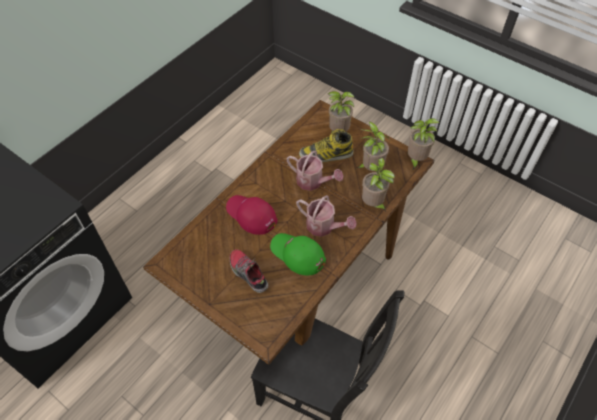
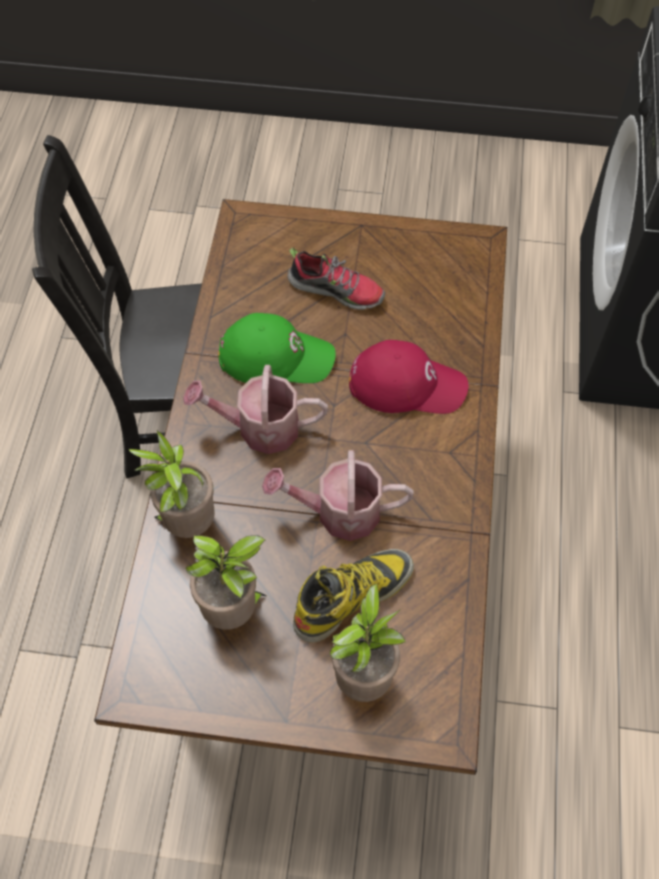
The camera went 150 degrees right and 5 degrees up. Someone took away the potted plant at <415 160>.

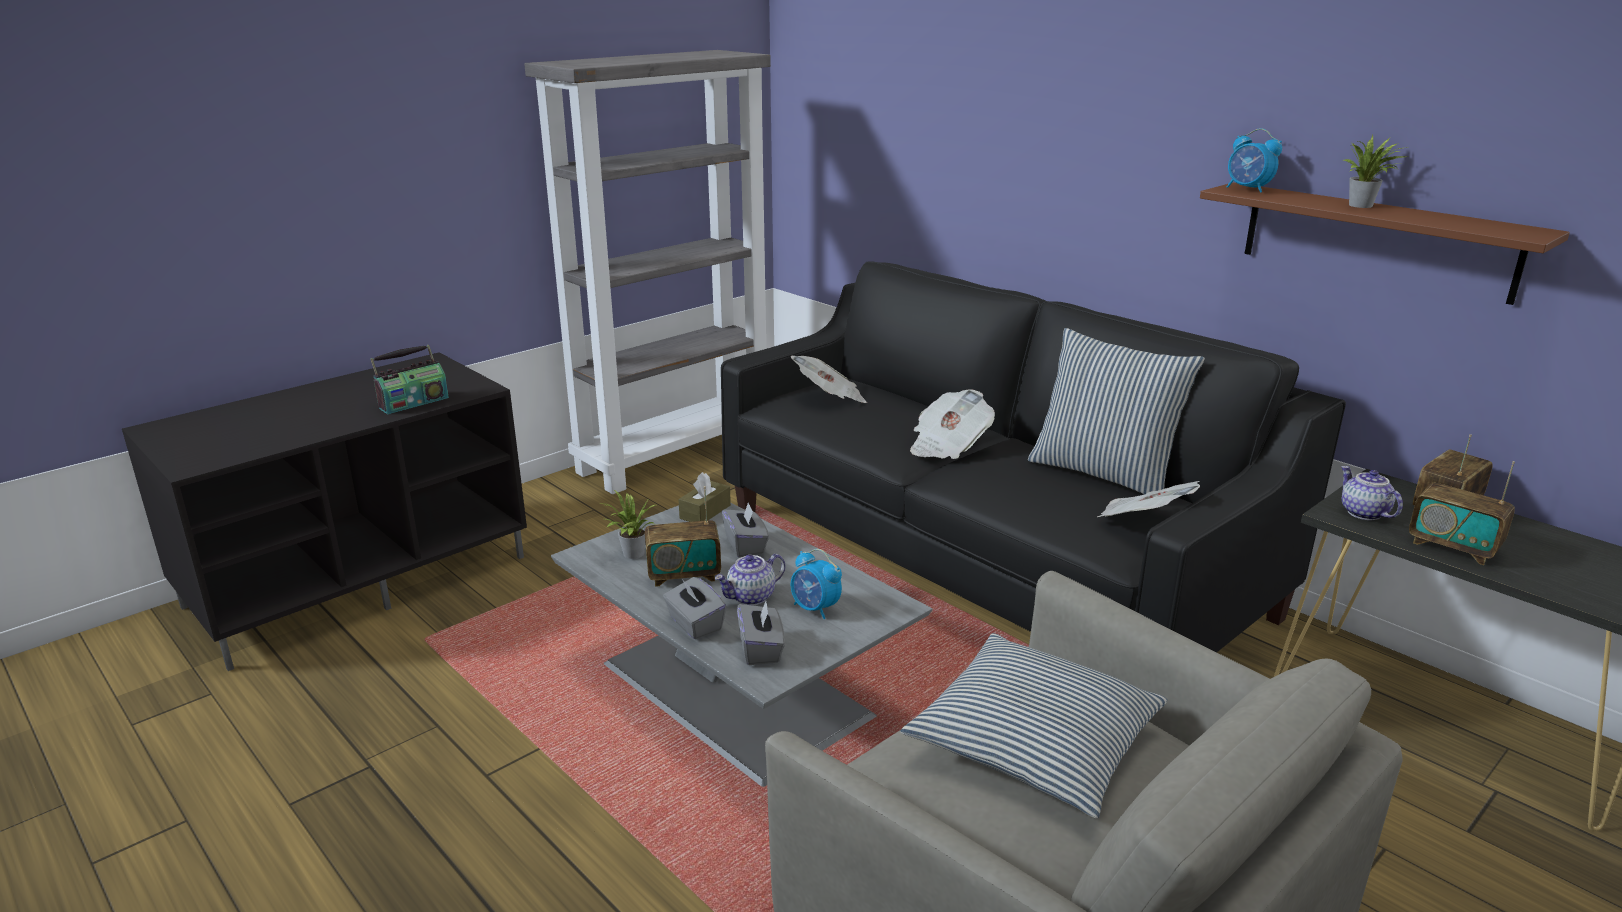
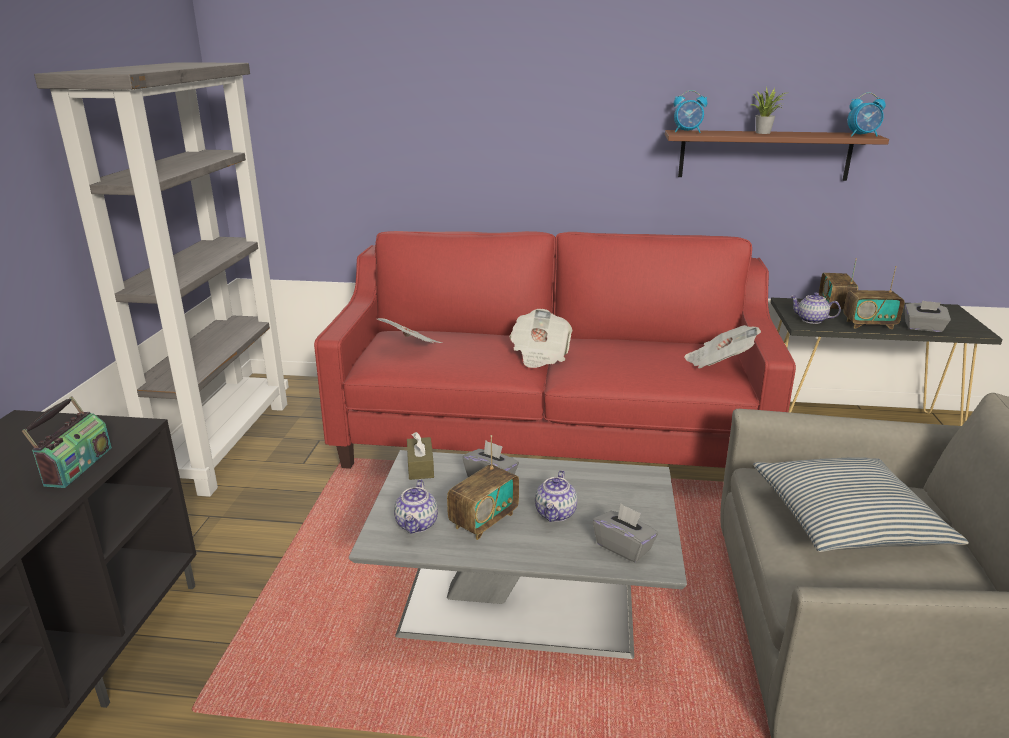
The camera went 40 degrees left and 0 degrees up. Someone repainted the black sofa at <984 560>, which became the red sofa at <549 435>. Someone swapped the potted plant at <631 554> for the teapot at <417 524>. Someone carried the alarm clock from <815 609> to <862 135>. Someone carried the grey tissue box from <694 624> to <923 328>. Someone took away the pillow at <1104 473>.

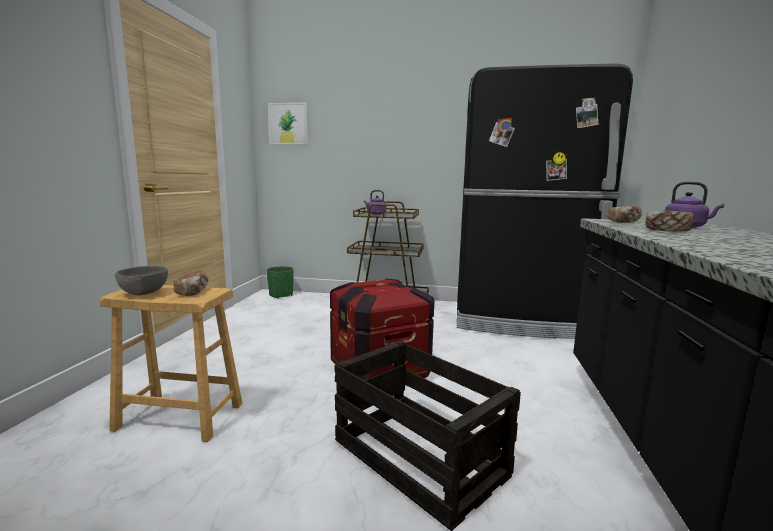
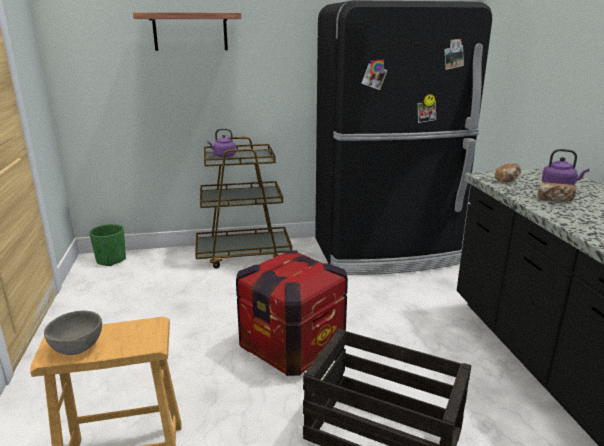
The camera went 20 degrees left and 10 degrees up. Someone put up the shelf at <190 32>. Someone took away the bread at <193 292>. Someone took away the picture at <288 124>.

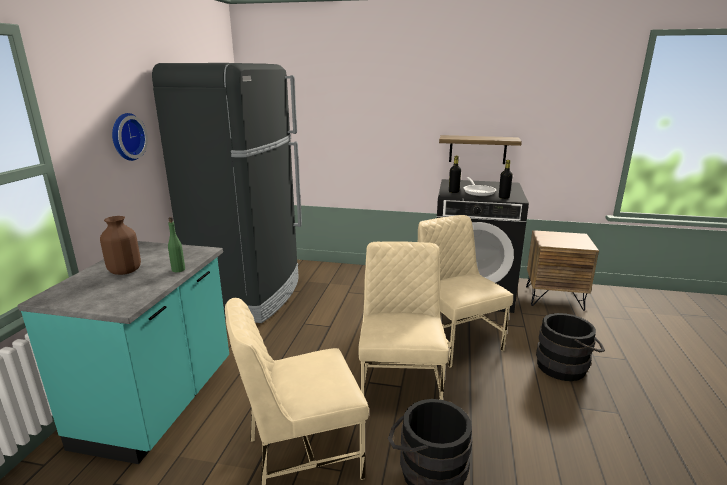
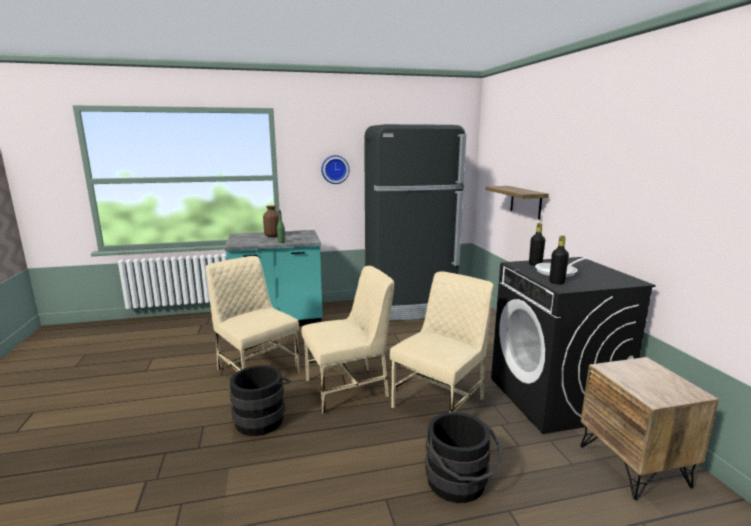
The camera went 65 degrees right and 5 degrees down. Someone carried the shelf from <477 149> to <525 202>.

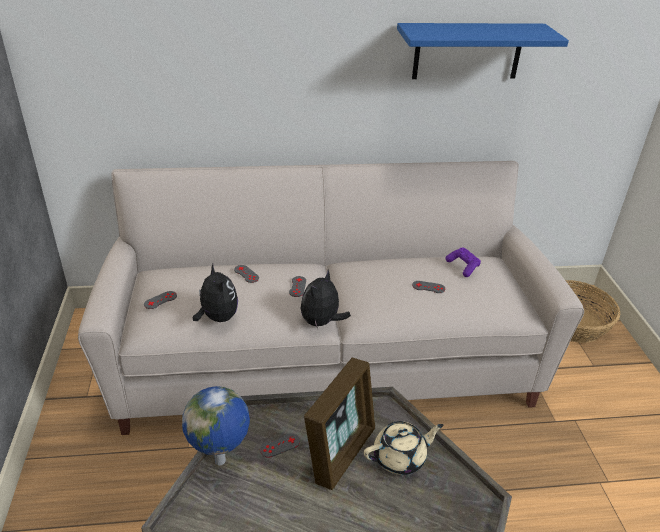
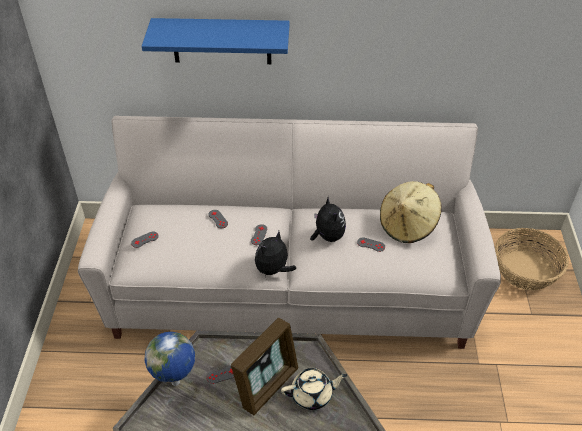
The camera went 10 degrees right and 10 degrees up. Someone carried the blue shelf from <467 51> to <221 41>. Someone carried the plush toy from <217 317> to <327 236>. Someone swapped the purple game controller at <463 267> for the beige hat at <408 225>.

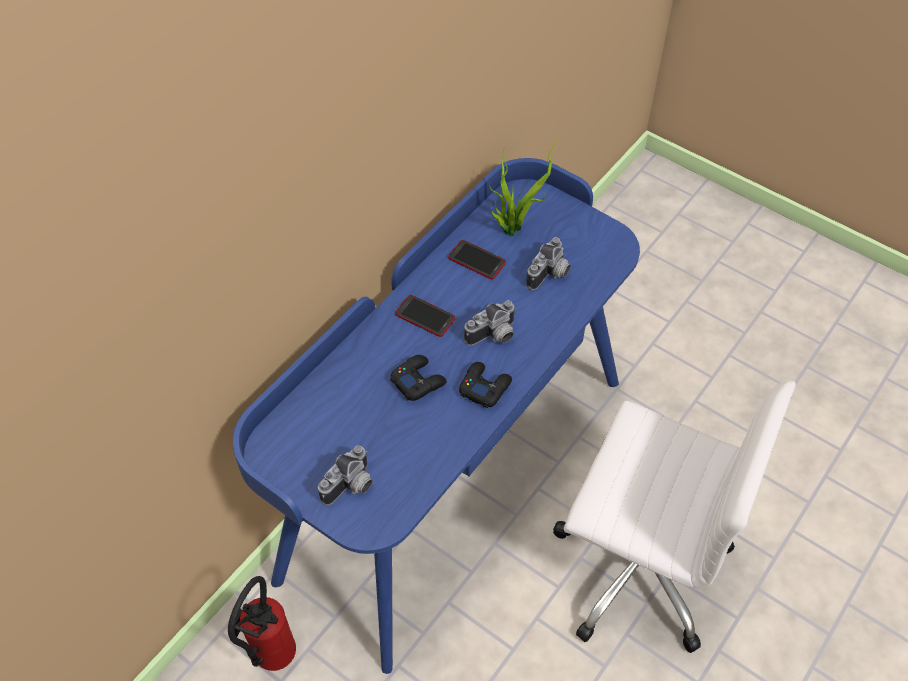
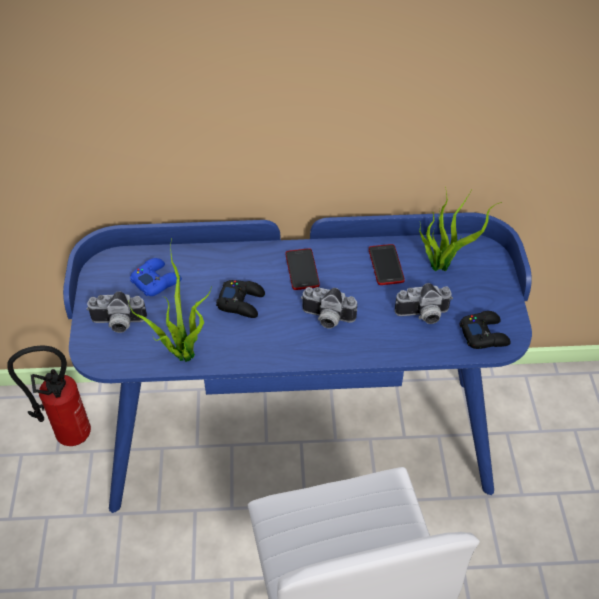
The camera went 50 degrees right and 5 degrees down. Someone put down the potted plant at <181 352>. Someone put down the blue game controller at <156 281>. Someone carried the black game controller from <484 387> to <484 334>.

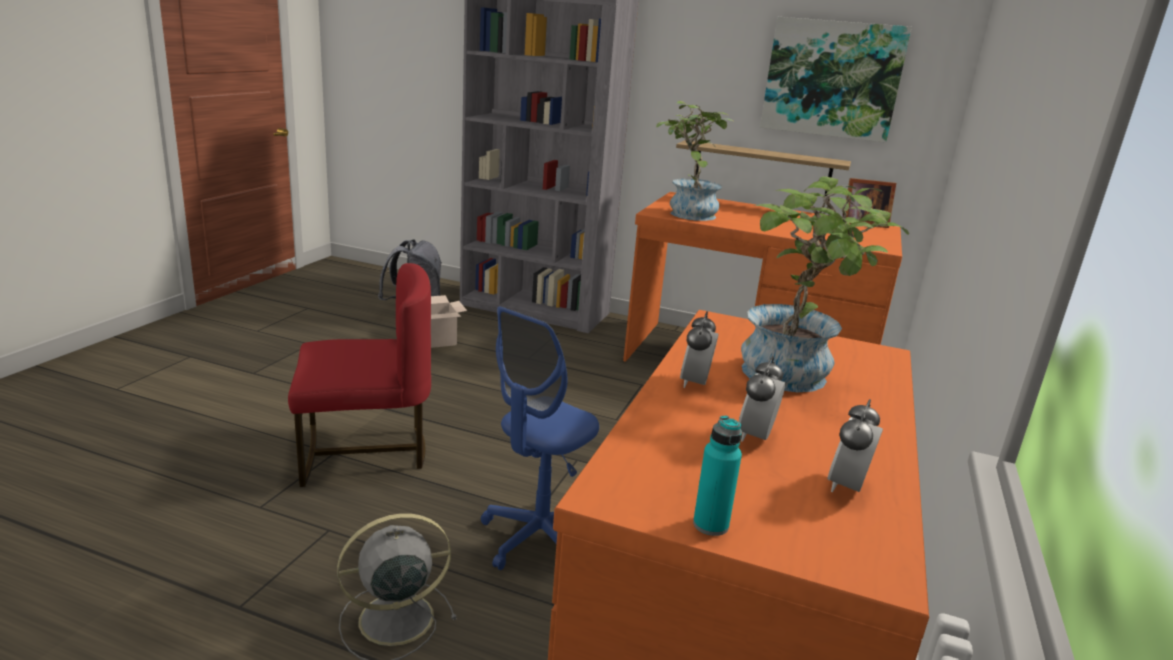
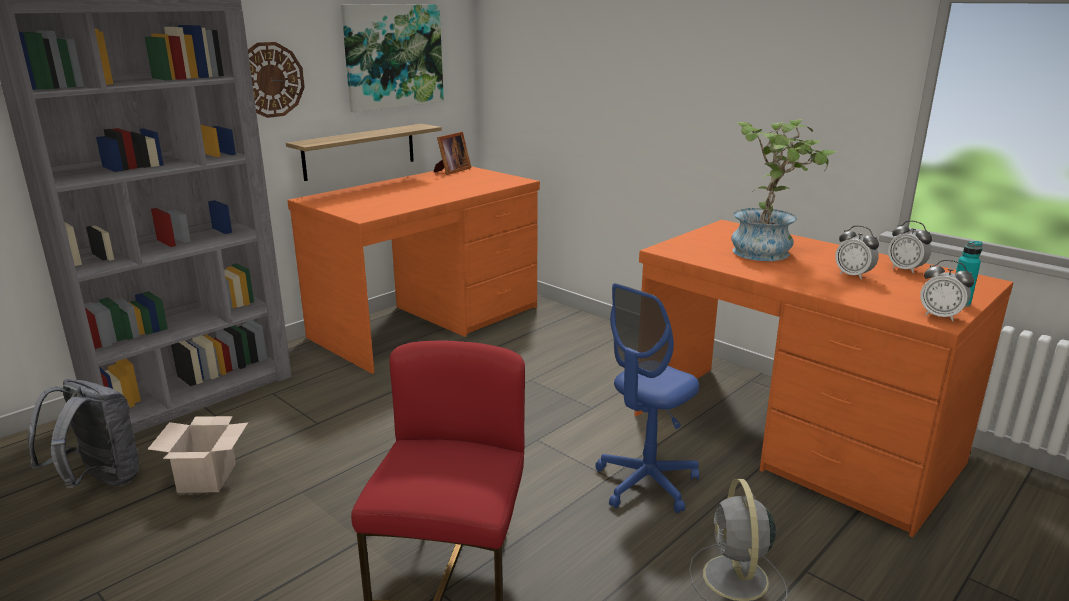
The camera went 65 degrees left and 0 degrees up. Someone put up the wall clock at <270 80>. Someone rotated the blue office chair at <538 538> by 75 degrees clockwise. Someone carried the alarm clock from <695 383> to <940 316>. Someone took away the potted plant at <686 213>.

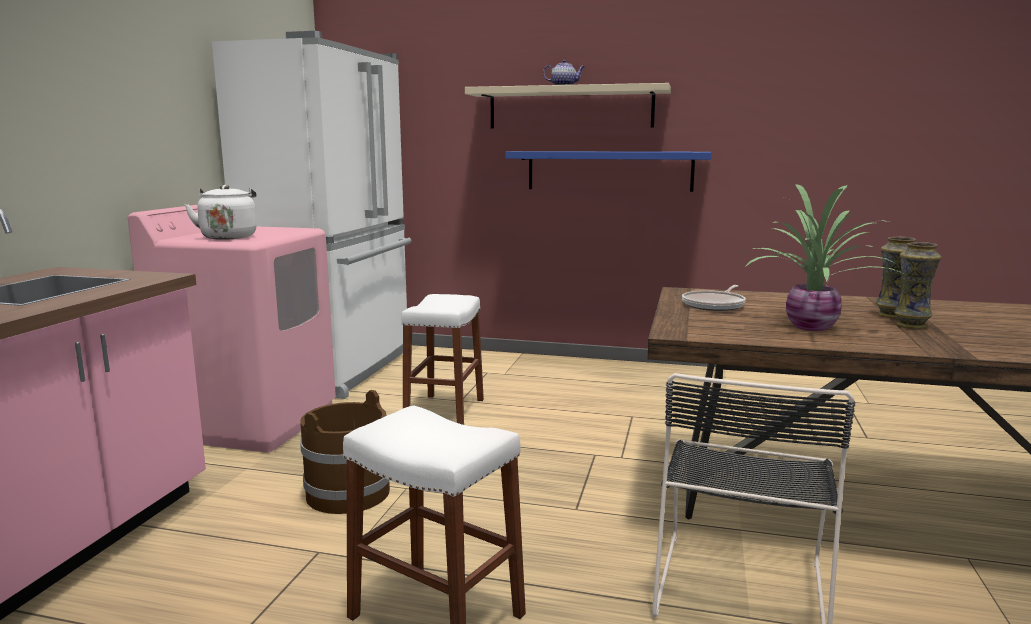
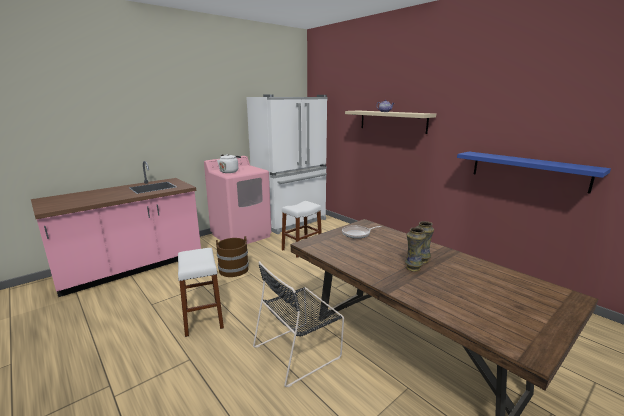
The camera went 35 degrees right and 5 degrees up. Someone carried the blue shelf from <609 170> to <528 170>. Someone took away the potted plant at <813 326>.

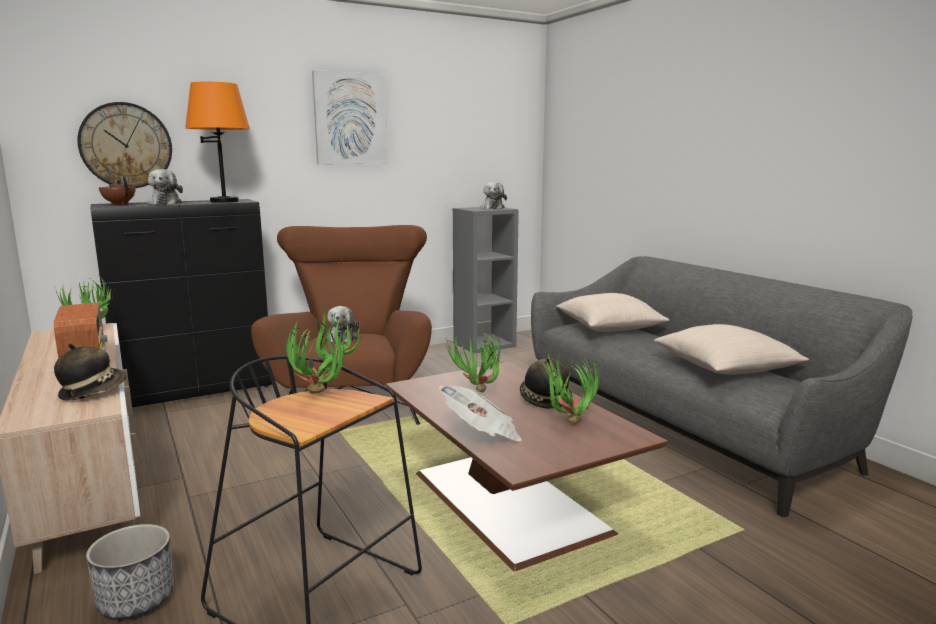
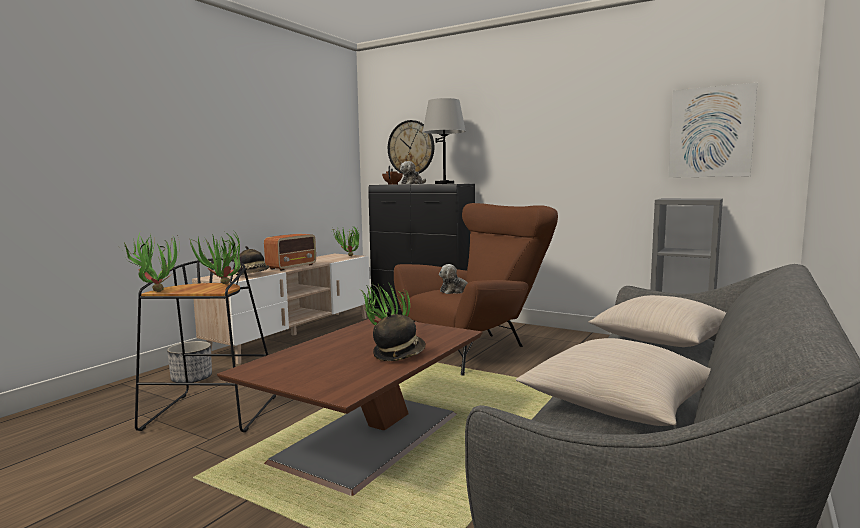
The camera went 60 degrees right and 5 degrees down. Someone carried the potted plant from <566 424> to <155 290>. Someone repainted the orange table lamp at <224 201>, which became the grey table lamp at <444 183>. Someone carried the picture from <350 119> to <711 132>. Someone took away the newspaper at <481 433>. Someone took away the plush toy at <492 208>.

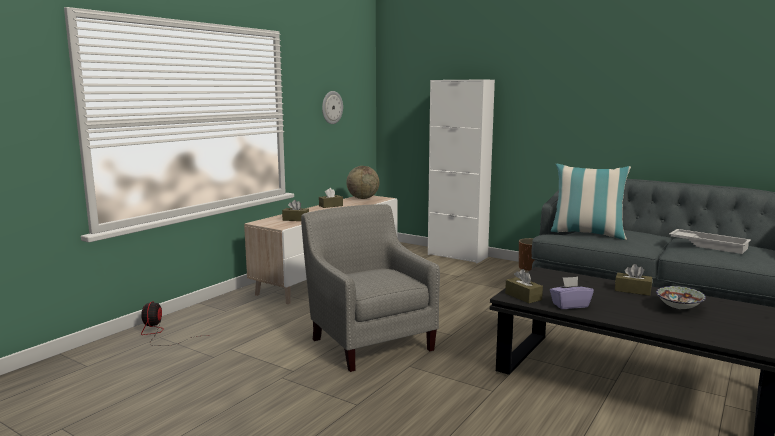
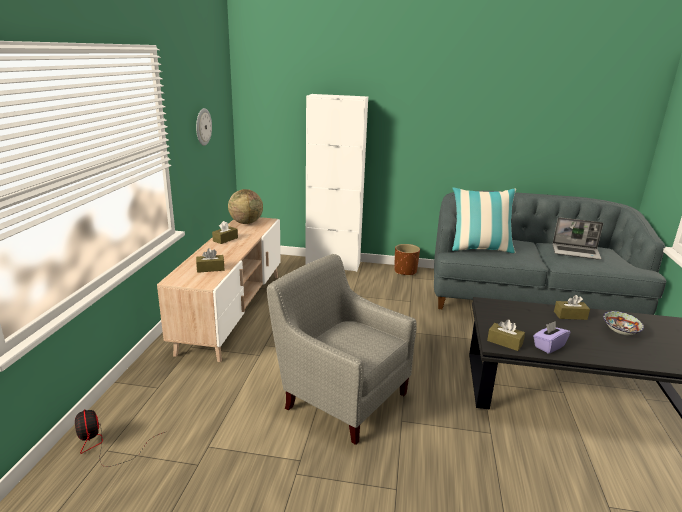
The camera went 25 degrees left and 10 degrees up. Someone swapped the white tray at <709 245> for the laptop at <576 252>.

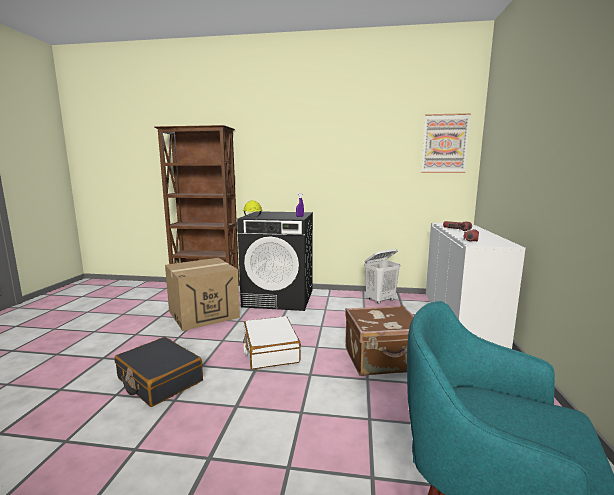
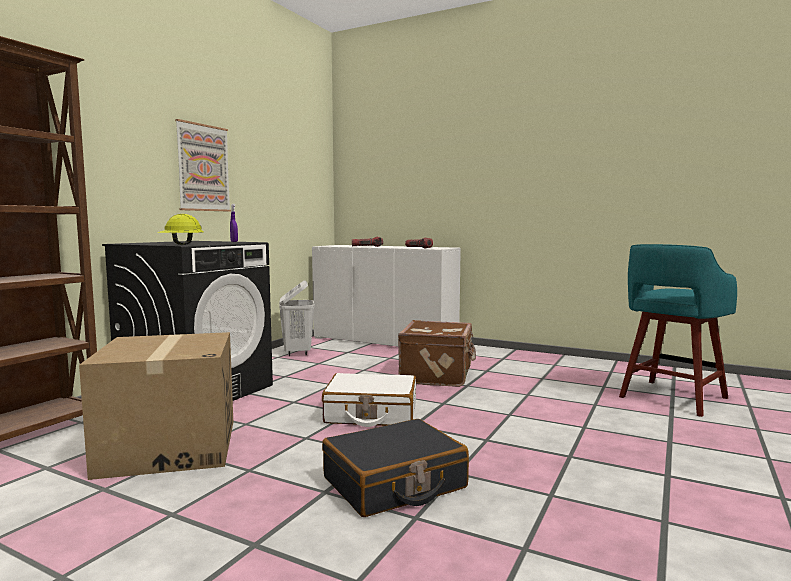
The camera went 70 degrees left and 5 degrees down. Someone carried the picture from <445 144> to <203 168>.

